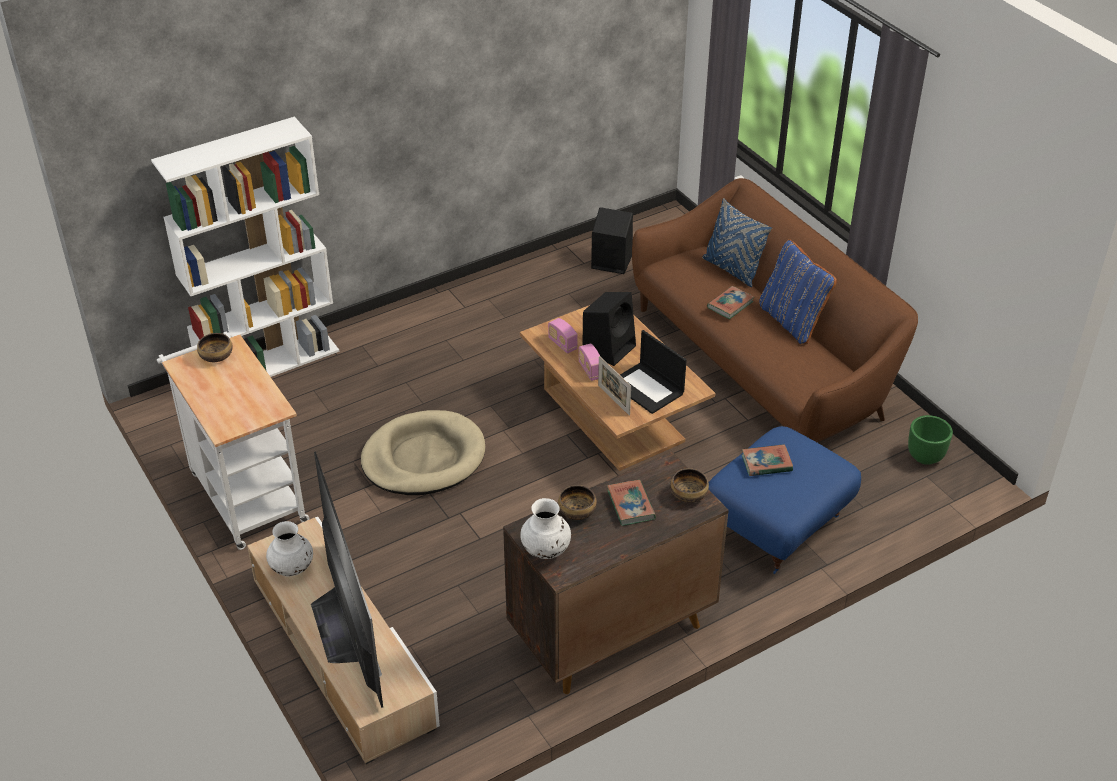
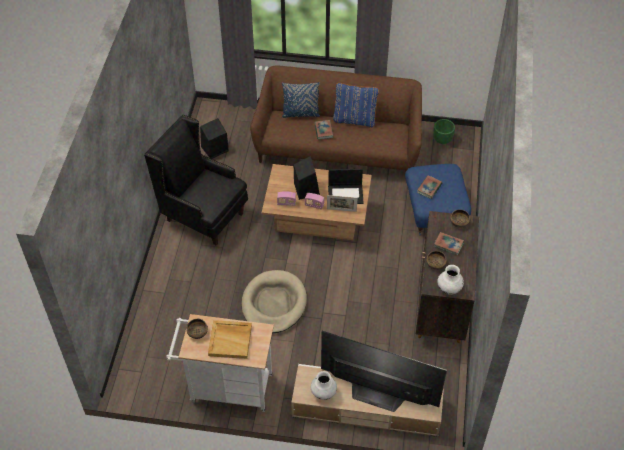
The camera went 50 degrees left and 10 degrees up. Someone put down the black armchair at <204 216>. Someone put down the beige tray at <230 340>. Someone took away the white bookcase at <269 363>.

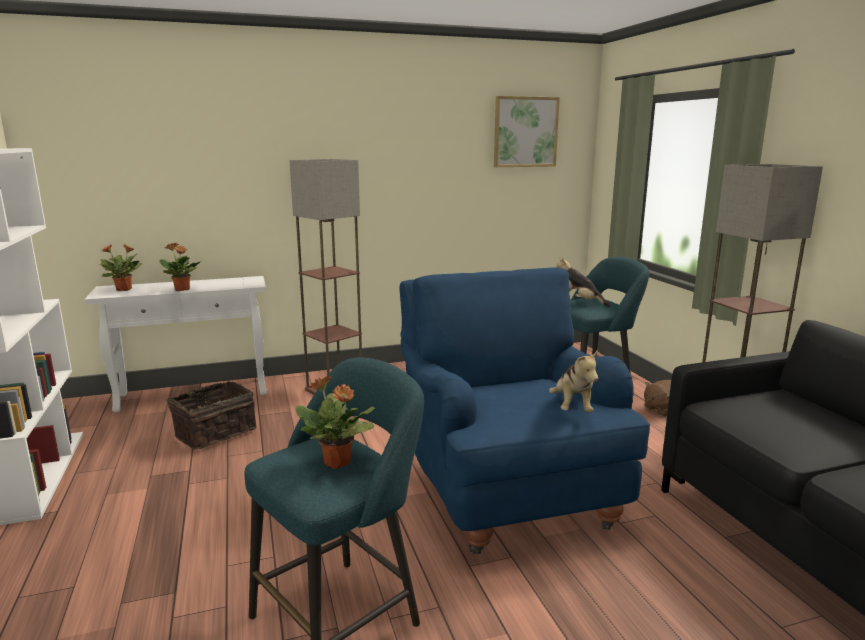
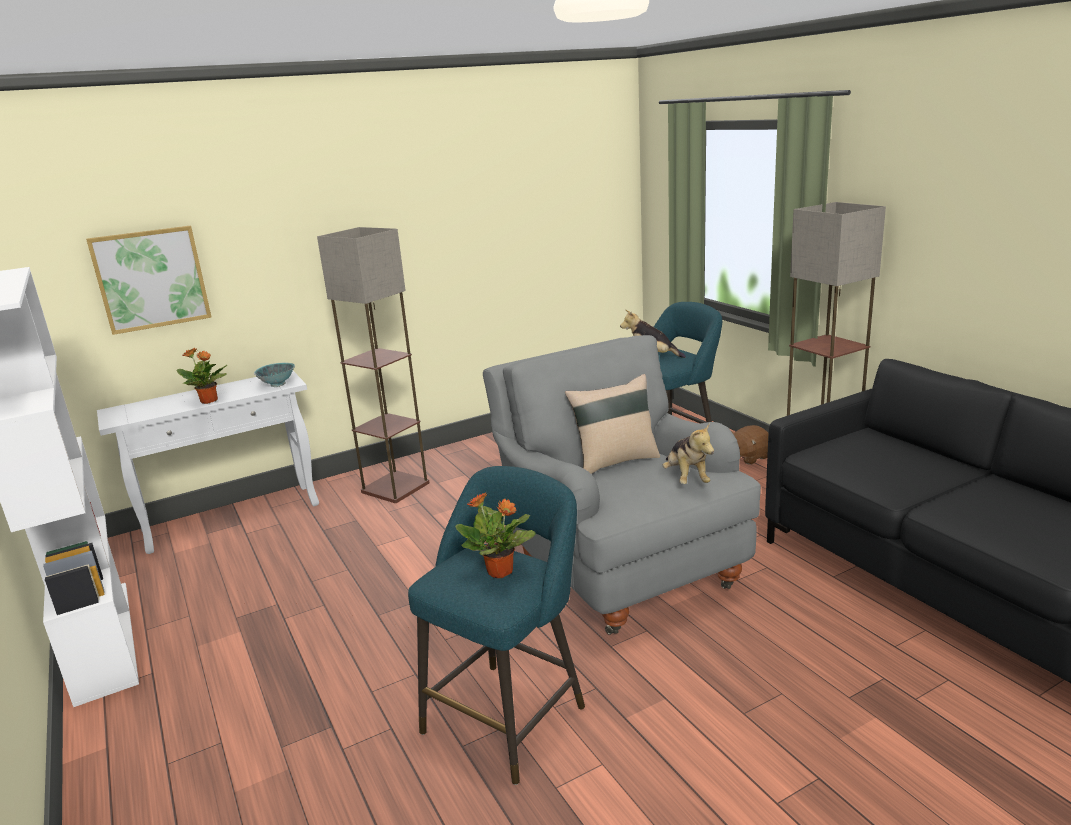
The camera went 10 degrees left and 5 degrees up. Someone carried the picture from <525 132> to <151 279>. Someone put down the bowl at <278 384>. Someone repainted the blue armchair at <506 490>, which became the grey armchair at <620 568>. Someone put down the beige pillow at <614 461>. Someone took away the potted plant at <124 289>. Someone took away the basket at <214 432>.

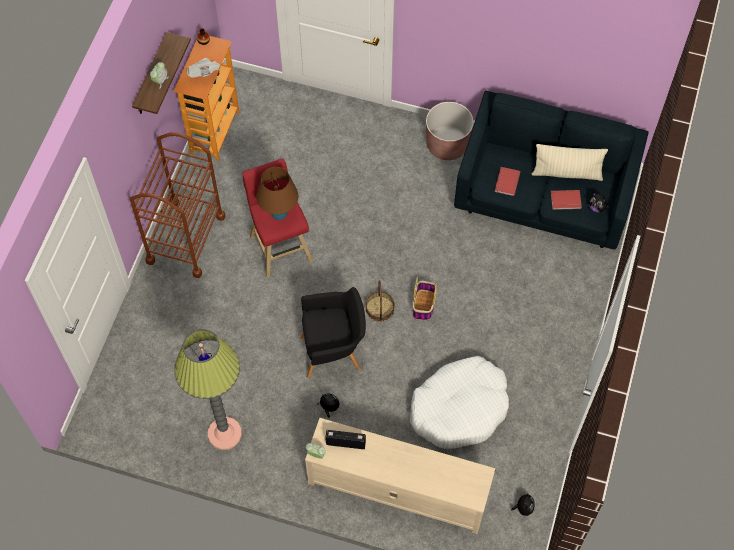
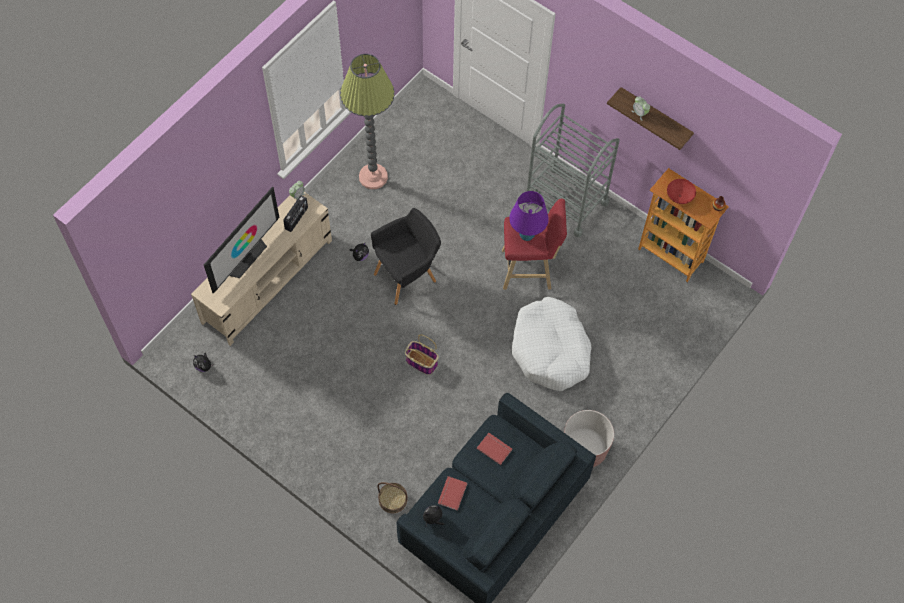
The camera went 110 degrees right and 0 degrees up. Someone put down the television at <246 257>. Someone rotated the black armchair at <334 352> by 135 degrees counterclockwise. Someone carried the basket from <380 308> to <392 499>. Someone repainted the brown table lamp at <279 214>, which became the purple table lamp at <527 235>. Someone carried the white dog bed from <459 408> to <551 350>. Someone repainted the brown cart at <186 238>, which became the grey cart at <566 201>. Someone swapped the newspaper at <204 73> for the red bowl at <680 196>. Someone took away the beige pillow at <567 173>.

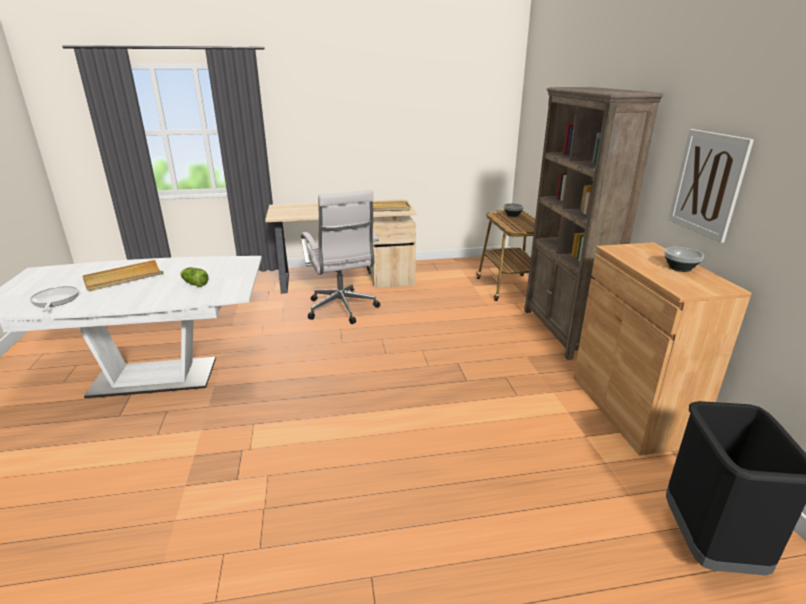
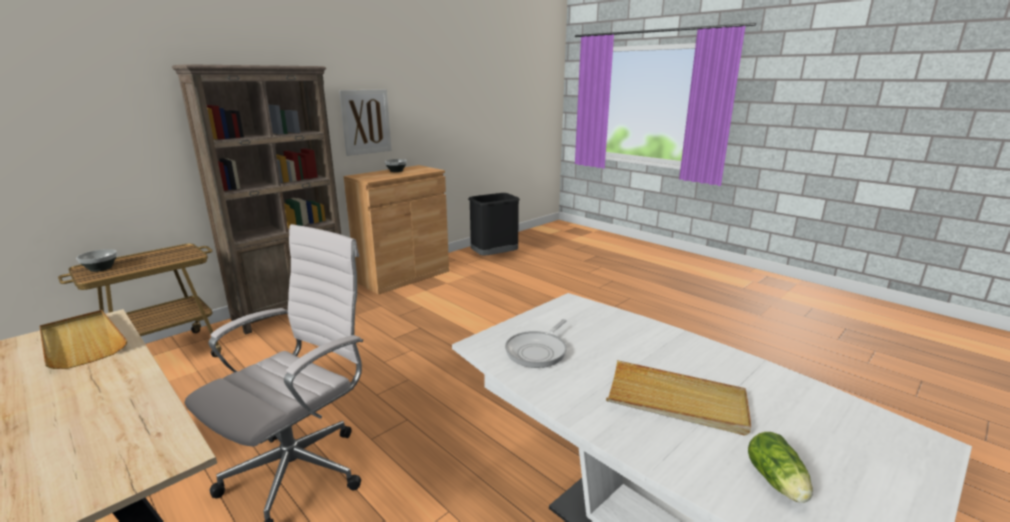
The camera went 125 degrees left and 5 degrees down. Someone carried the frying pan from <55 301> to <538 351>. Someone carried the lettuce from <194 283> to <778 483>.

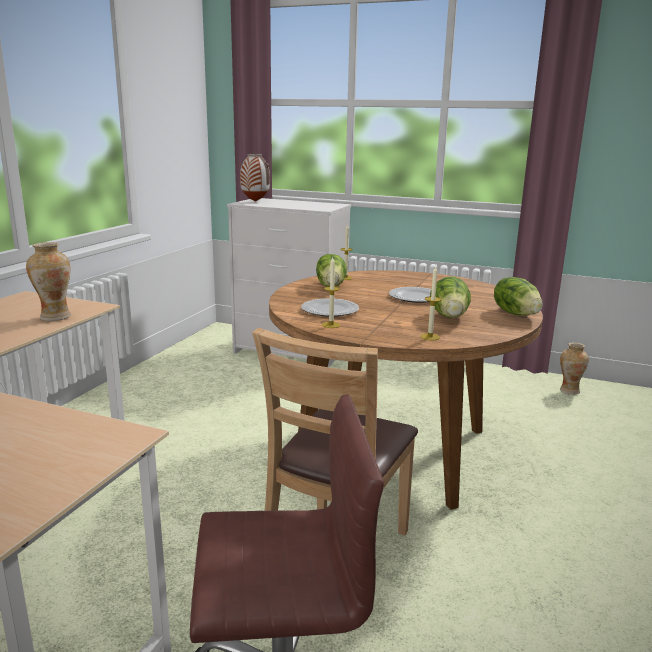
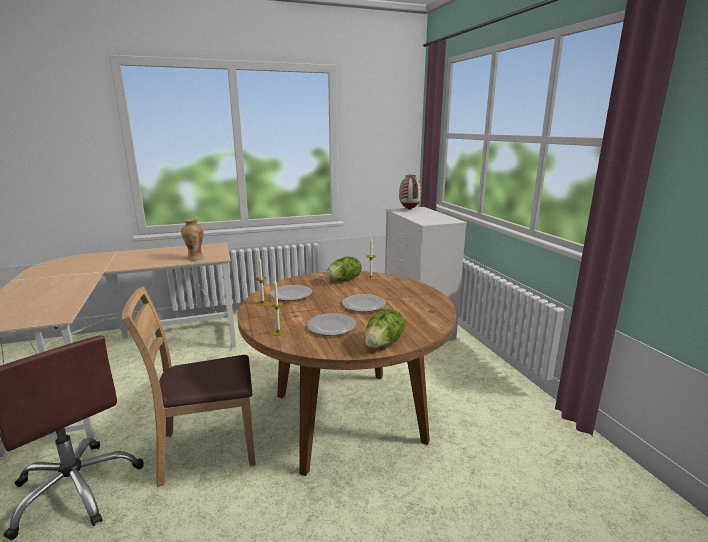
The camera went 50 degrees right and 0 degrees up. Someone swapped the lettuce at <450 318> for the plate at <332 326>. Someone took away the vase at <569 390>.

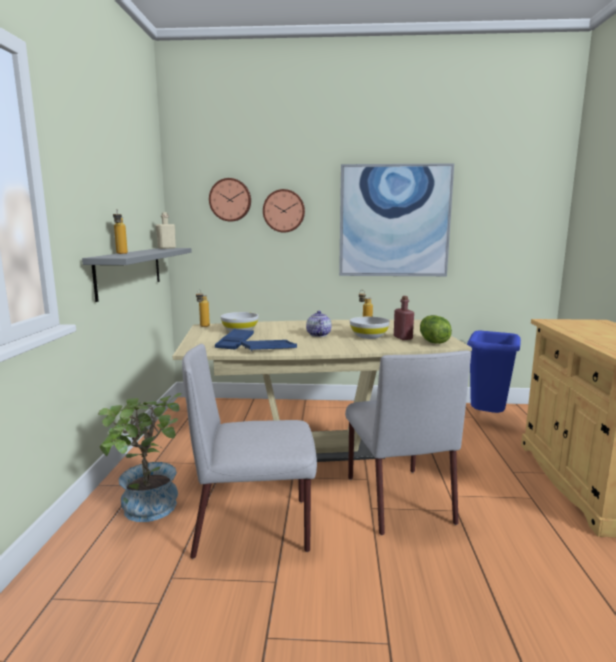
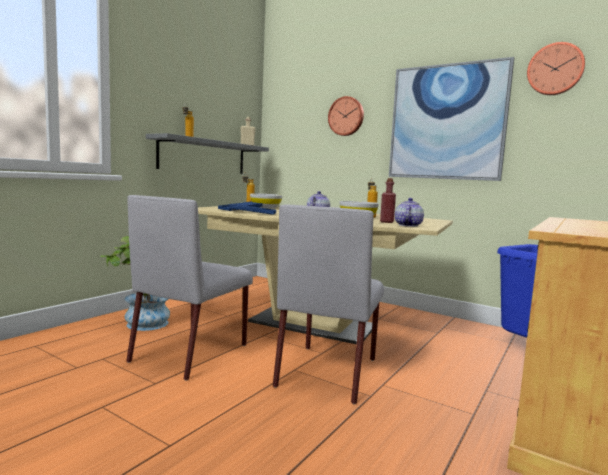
The camera went 30 degrees right and 5 degrees down. Someone rotated the grey chair at <255 526> by 90 degrees counterclockwise. Someone swapped the lettuce at <432 342> for the teapot at <407 225>. Someone carried the wall clock from <230 200> to <555 69>.

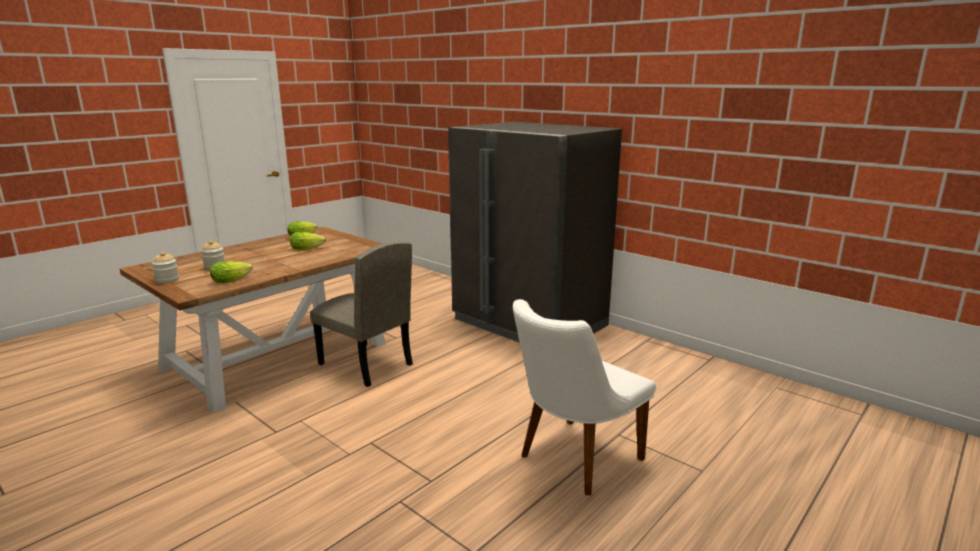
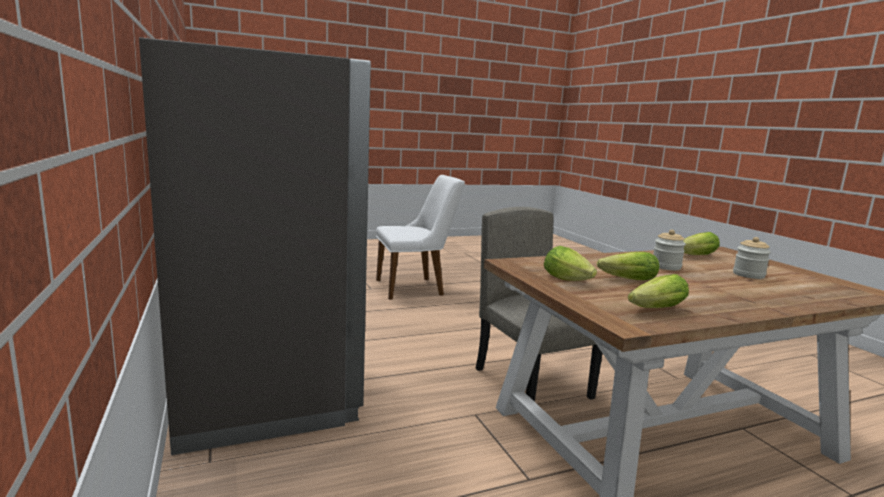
The camera went 155 degrees left and 5 degrees down. Someone put down the lettuce at <569 280>. Someone carried the jar from <167 280> to <666 267>.

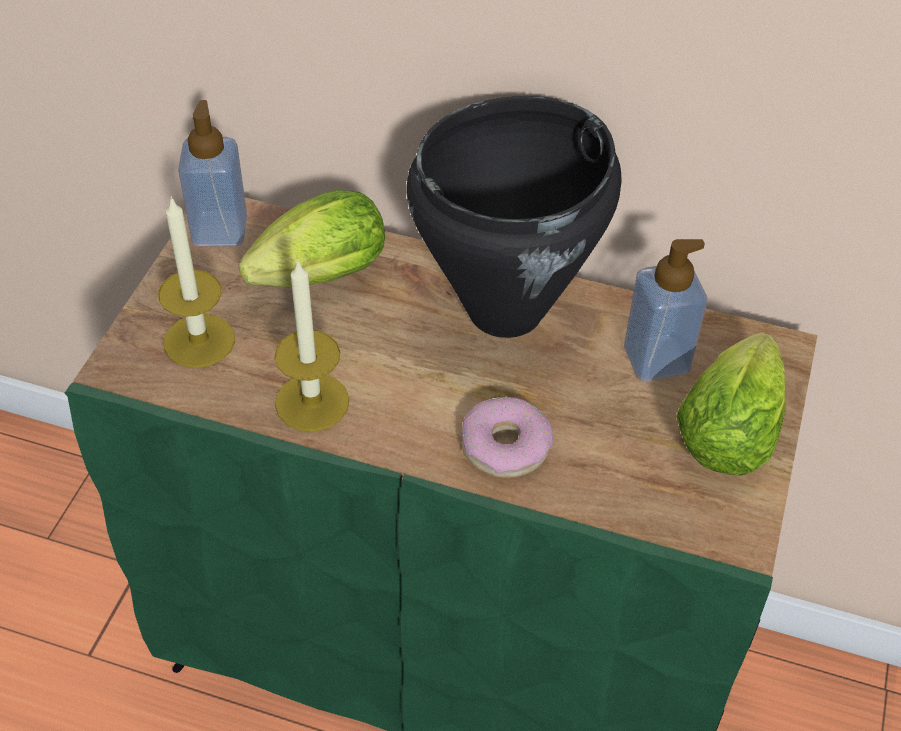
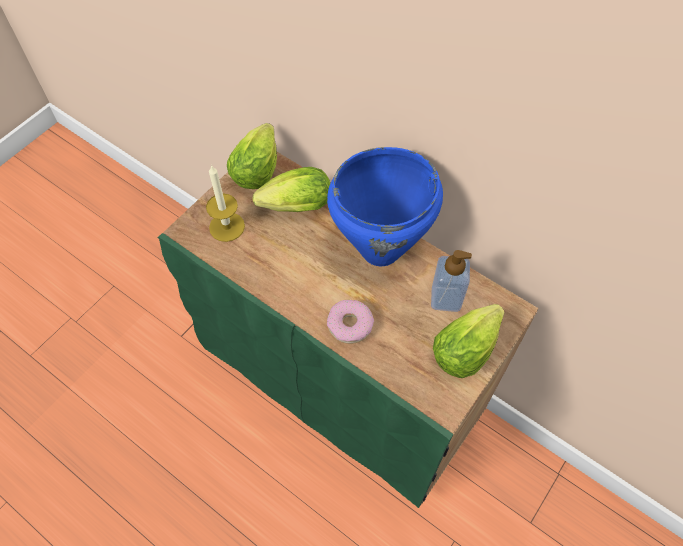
The camera went 20 degrees right and 10 degrees up. Someone swapped the soap dispenser at <219 230> for the lettuce at <258 168>. Someone repainted the black cooking pot at <507 311>, which became the blue cooking pot at <381 250>. Someone took away the candle at <312 402>.

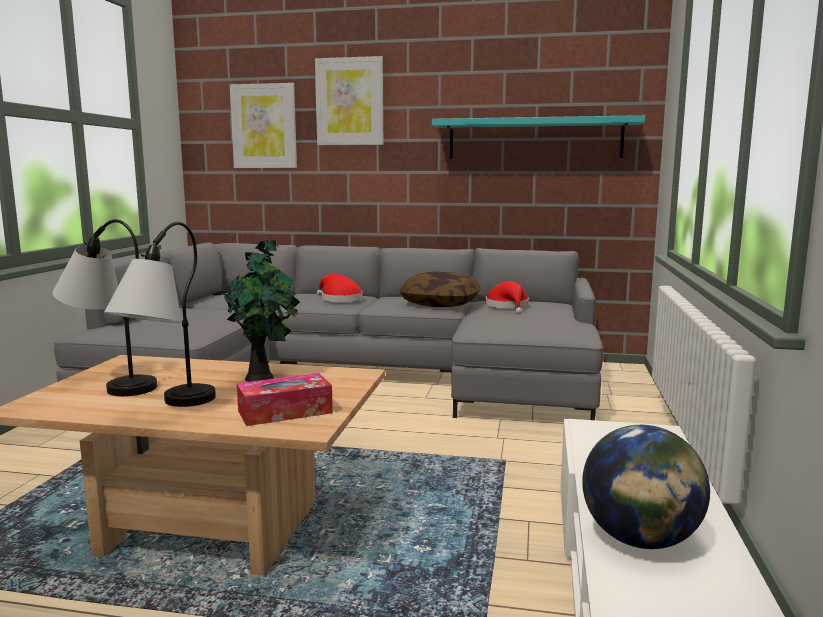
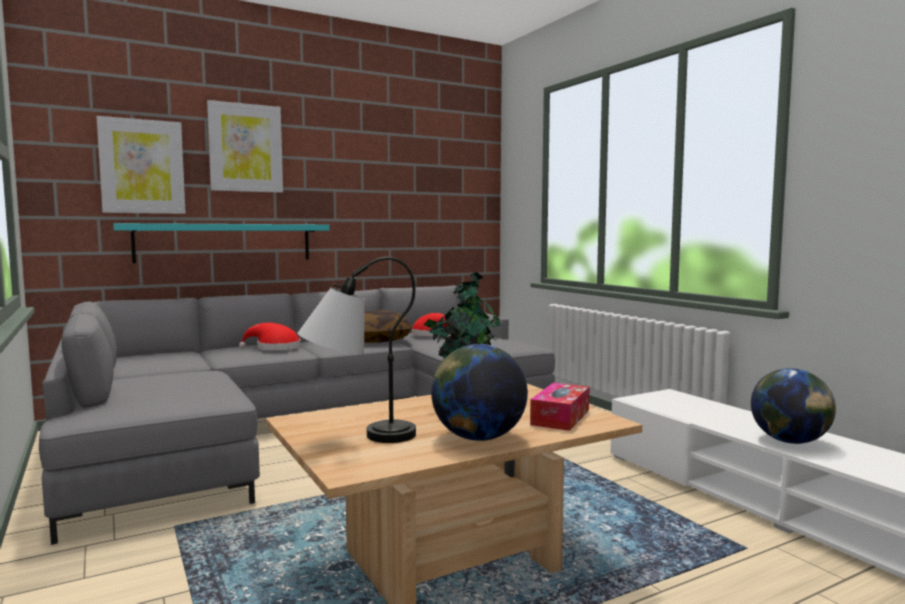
The camera went 40 degrees left and 5 degrees down. Someone carried the turquoise shelf from <535 139> to <225 242>. Someone swapped the table lamp at <167 409> for the globe at <478 438>.

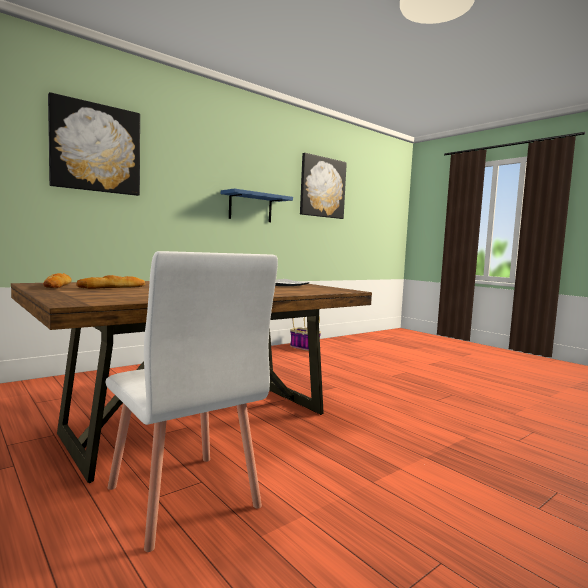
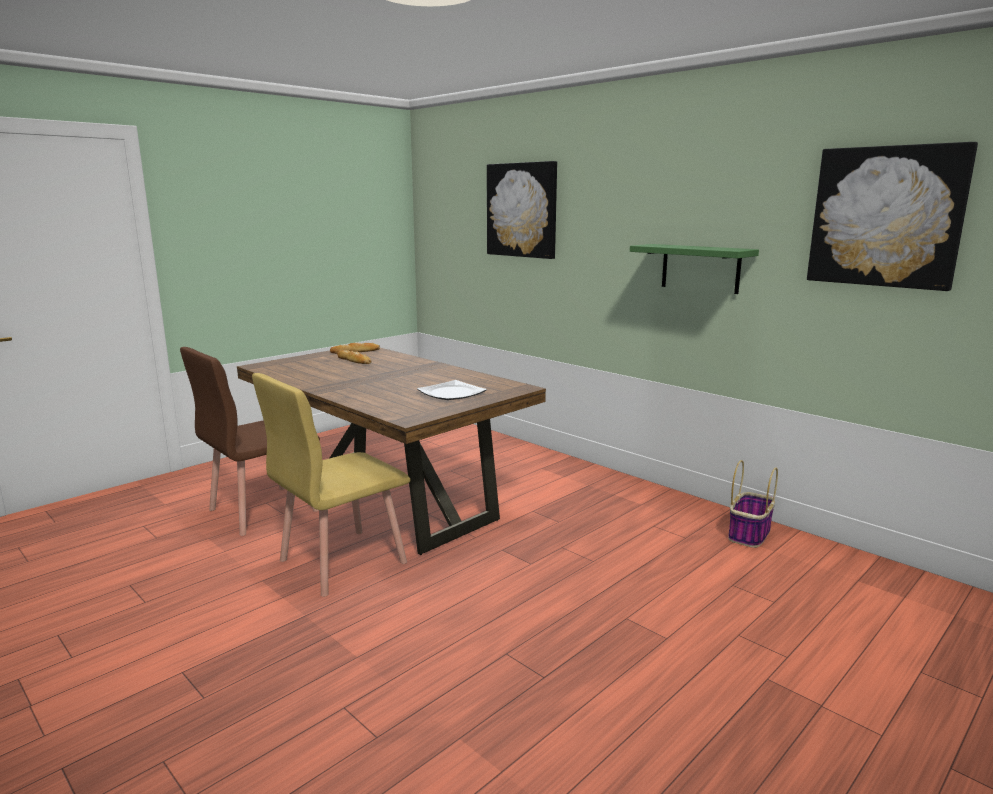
The camera went 85 degrees right and 10 degrees up. Someone repainted the white chair at <182 498>, which became the brown chair at <262 510>. Someone put down the yellow chair at <341 561>. Someone repainted the blue shelf at <250 207>, which became the green shelf at <700 268>.

